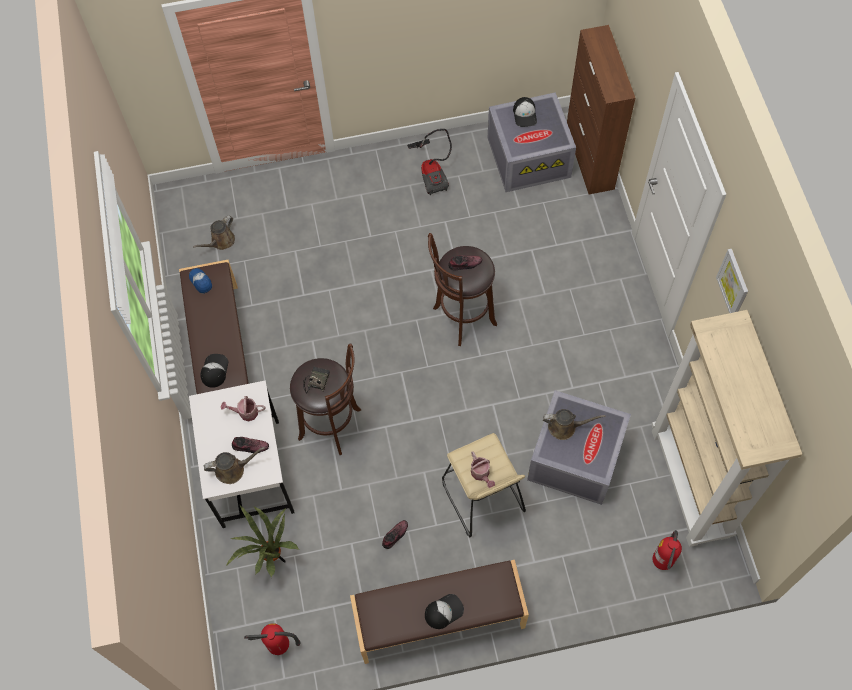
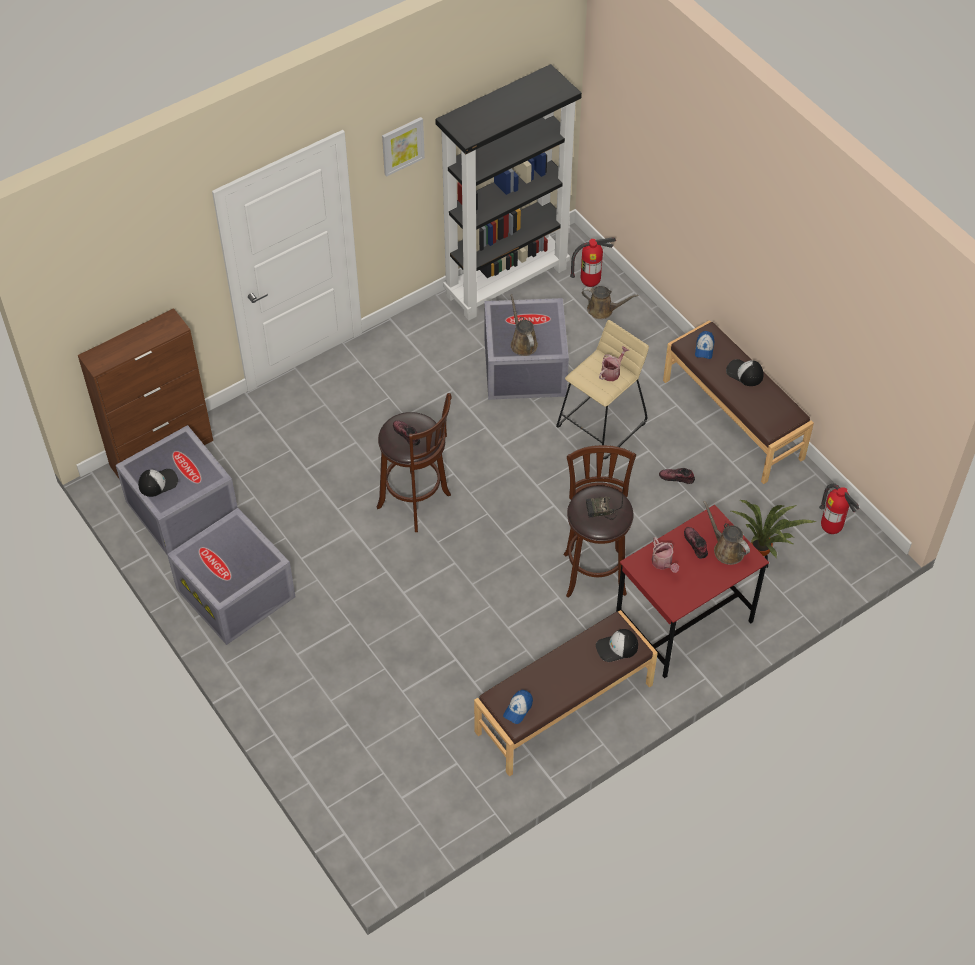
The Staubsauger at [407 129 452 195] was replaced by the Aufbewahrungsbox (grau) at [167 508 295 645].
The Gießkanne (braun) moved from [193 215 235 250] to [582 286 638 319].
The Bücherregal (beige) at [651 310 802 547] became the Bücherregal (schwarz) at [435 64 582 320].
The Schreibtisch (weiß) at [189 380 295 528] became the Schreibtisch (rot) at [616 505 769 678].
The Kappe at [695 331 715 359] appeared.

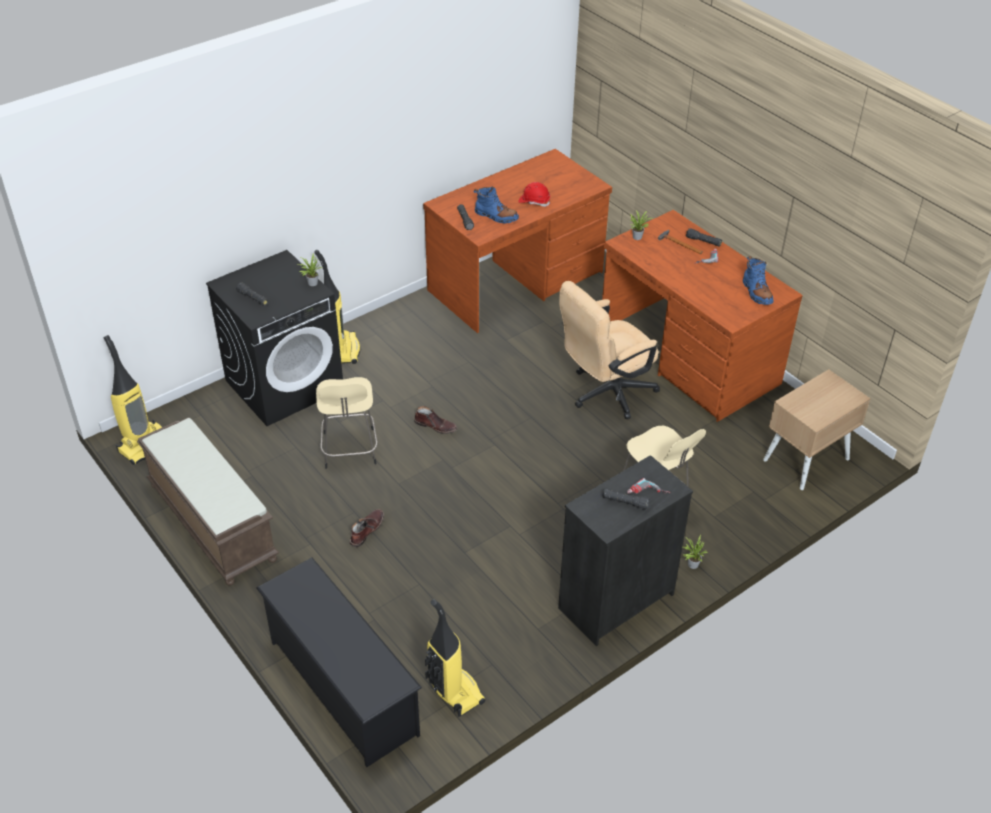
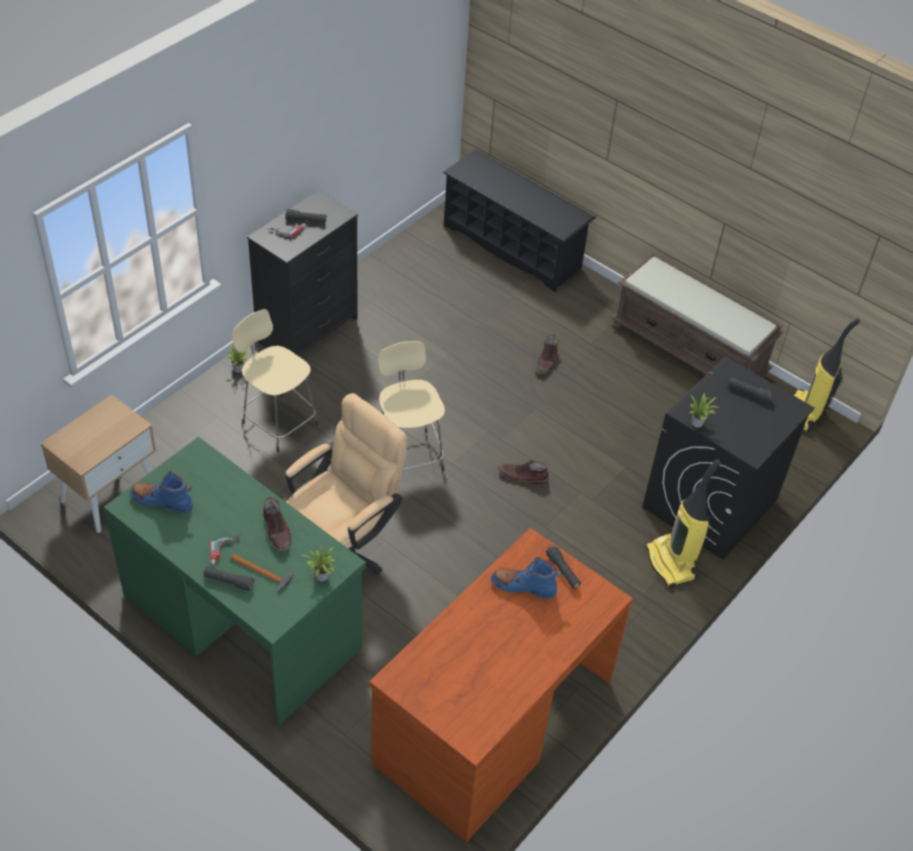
The Schutzhelm (rot) at [518 182 550 207] disappeared.
The Schreibtisch (braun) at [602 210 803 422] became the Schreibtisch (grün) at [103 437 366 726].
The Stiefel (blau) at [743 256 774 305] turned 45 degrees counterclockwise.
The Hocker (beige) moved from [316 377 378 469] to [378 341 445 471].
The Staubsauger at [425 599 485 717] disappeared.
The Stiefel (braun) at [263 497 291 552] appeared.

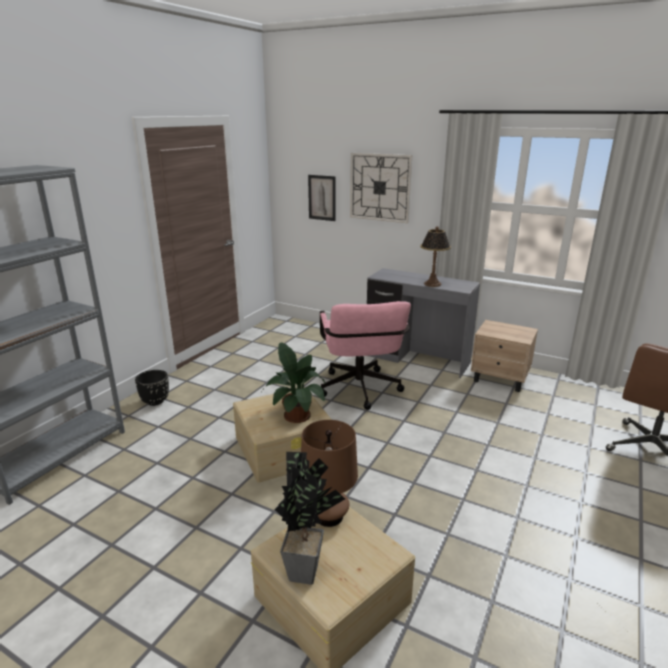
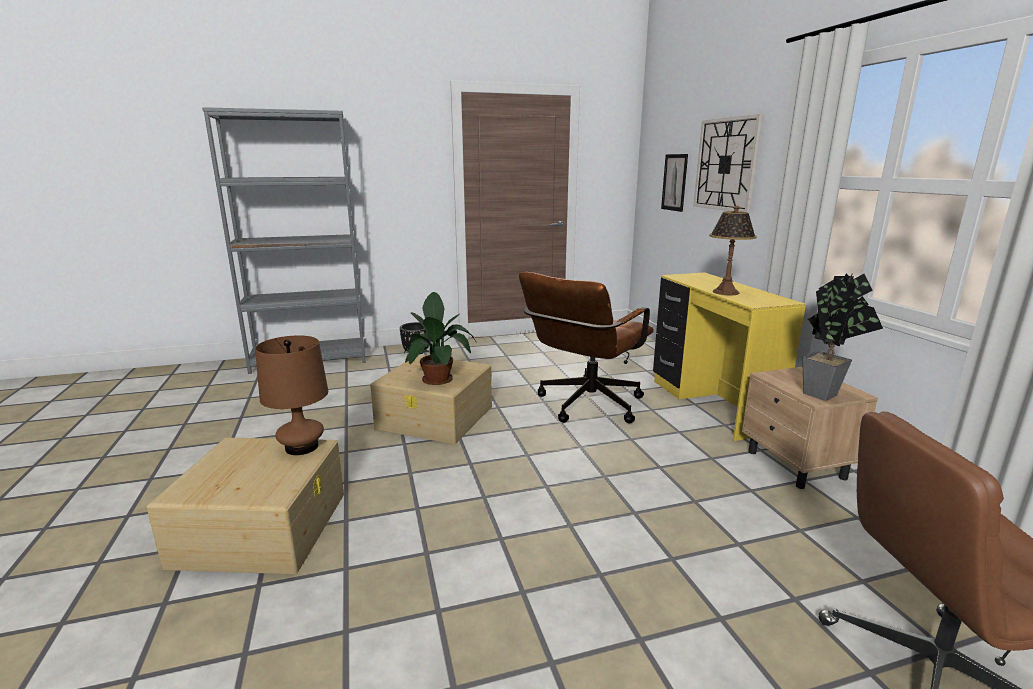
The Schreibtisch (grau) at [367 268 480 378] became the Schreibtisch (gelb) at [653 272 806 441].
The Bürostuhl (rosa) at [320 301 411 410] became the Bürostuhl (braun) at [519 272 654 423].
The Topfpflanze moved from [275 452 345 585] to [802 273 883 401].

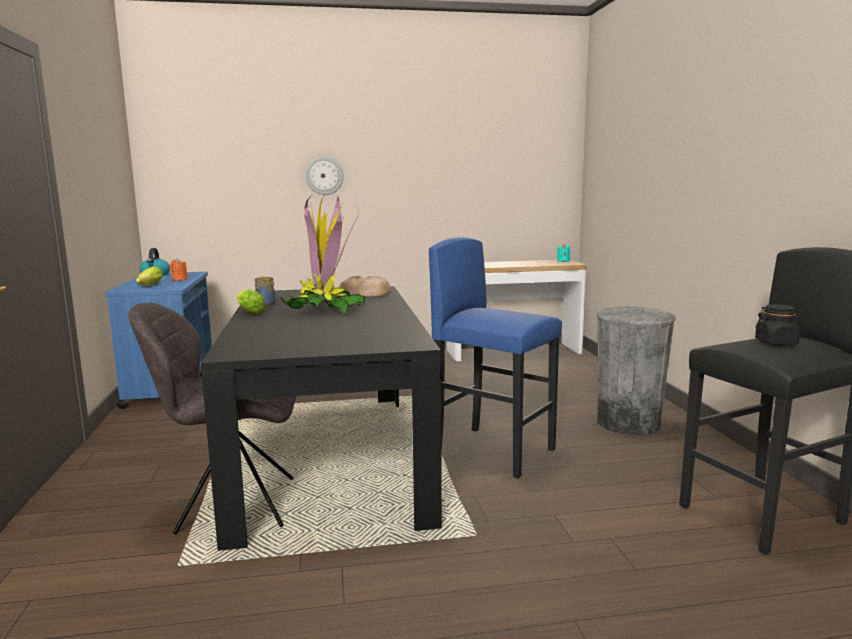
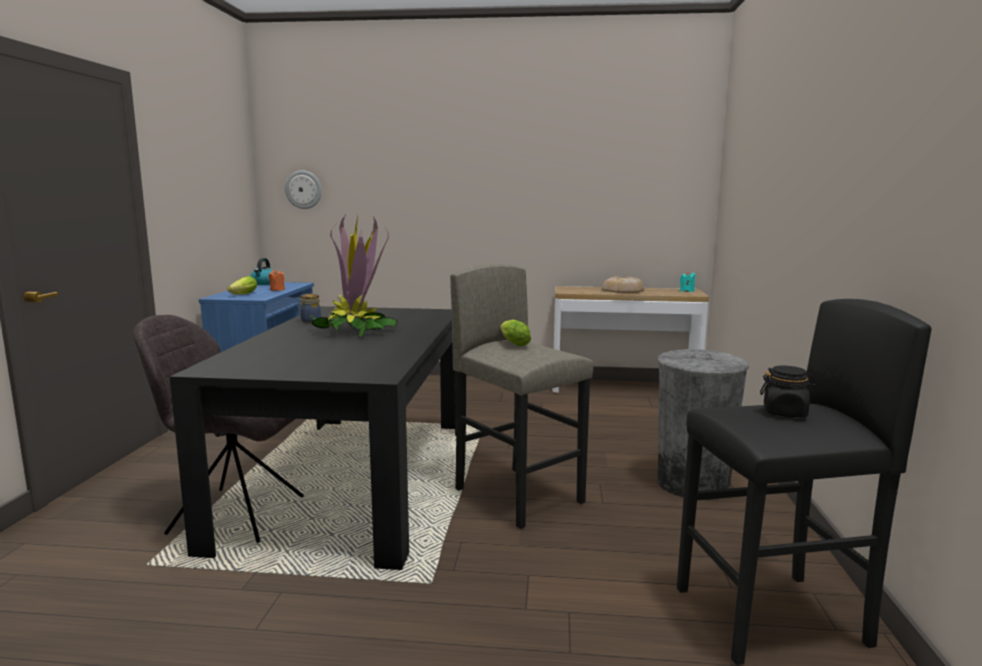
The Wanduhr moved from [305 157 344 195] to [285 170 322 209].
The Hocker (blau) at [429 237 562 478] became the Hocker (grau) at [450 263 593 529].
The Brot moved from [339 276 391 297] to [601 276 644 293].
The Salatkopf moved from [237 289 266 314] to [500 319 531 346].

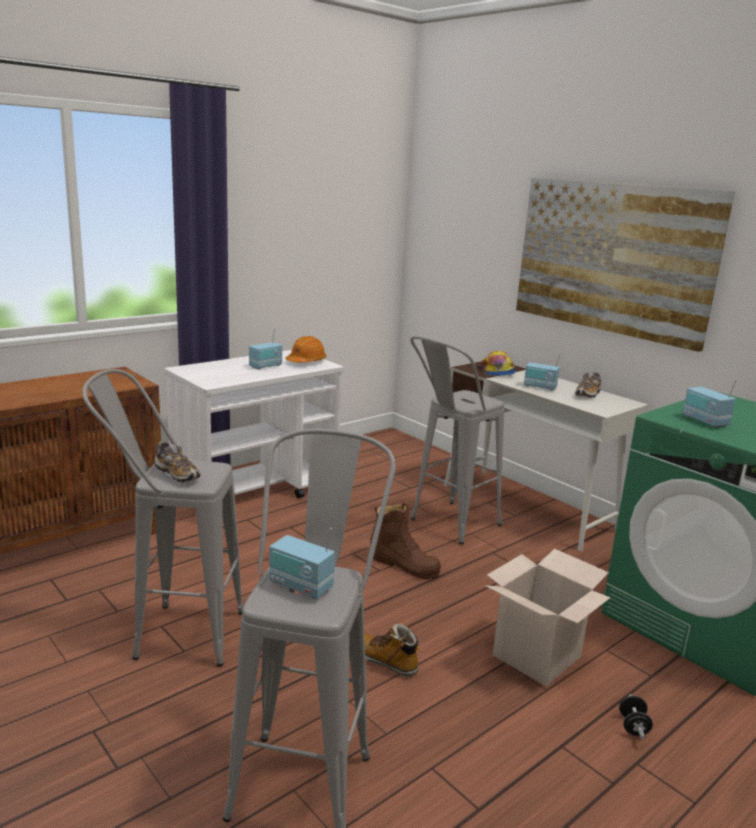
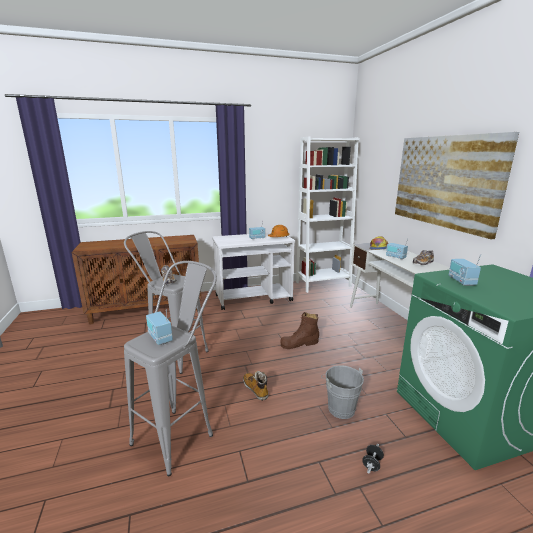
The Hocker (grau) at [410 336 504 544] disappeared.
The Stiefel (braun) at [370 503 441 579] turned 105 degrees clockwise.
The Karton at [485 549 610 686] was replaced by the Eimer (grau) at [321 365 364 419].
The Bücherregal (weiß) at [296 137 360 293] appeared.

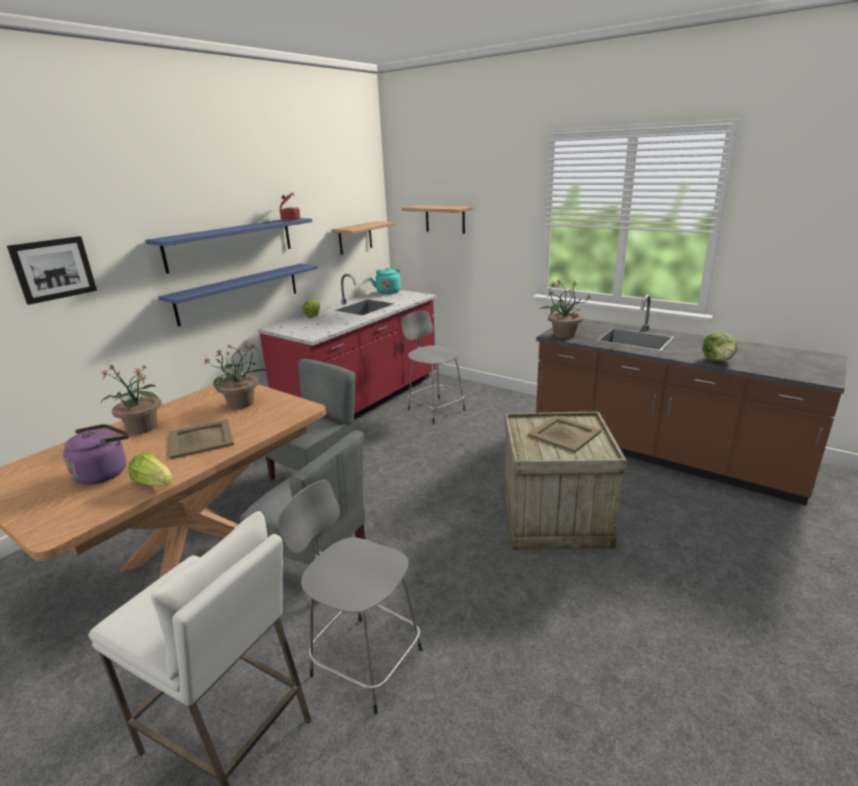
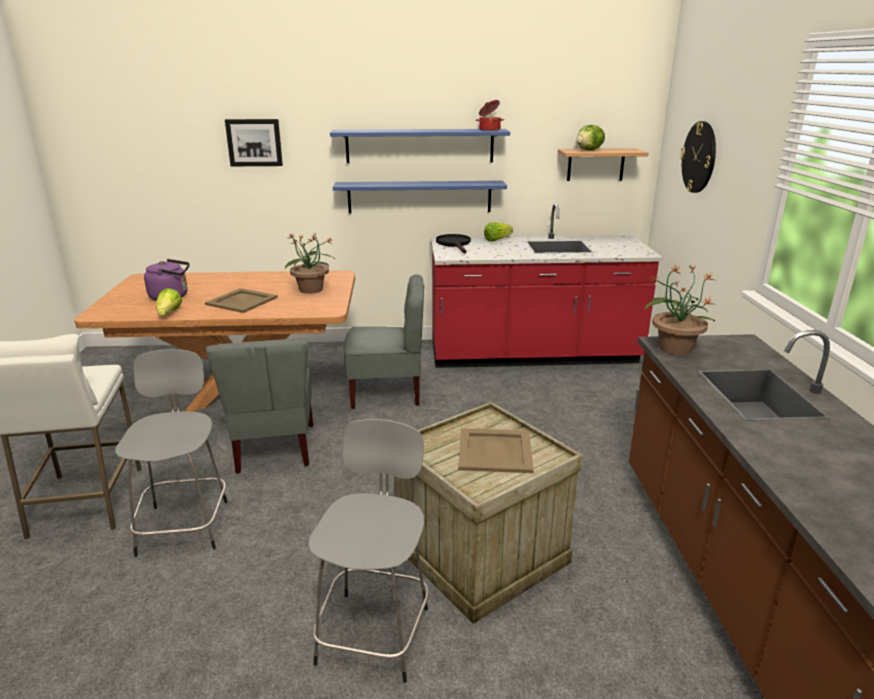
The Wandregal at [402 205 473 234] was replaced by the Wanduhr at [680 121 716 193].
The Wasserkessel (türkis) at [370 268 401 294] disappeared.
The Hocker (grau) moved from [401 311 465 424] to [308 419 429 683].
The Salatkopf moved from [703 333 737 362] to [577 125 605 150].
The Topfpflanze at [100 365 162 434] disappeared.
The Pfanne (schwarz) at [436 234 471 253] appeared.

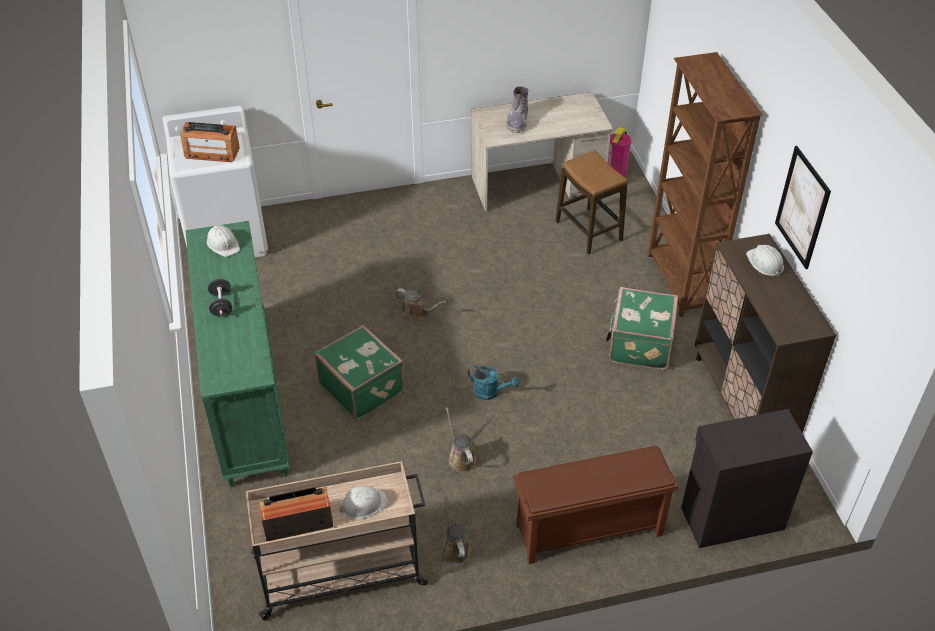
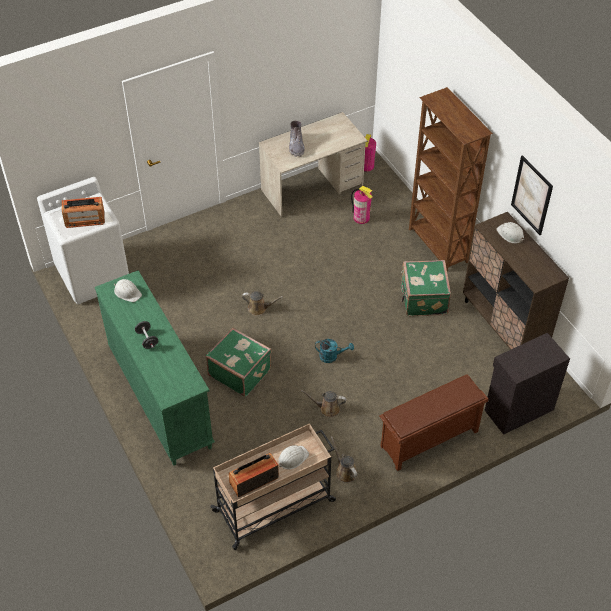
The Hocker at [555 151 628 255] was replaced by the Feuerlöscher at [351 186 373 224].
The Gießkanne (braun) at [446 407 477 473] turned 45 degrees counterclockwise.

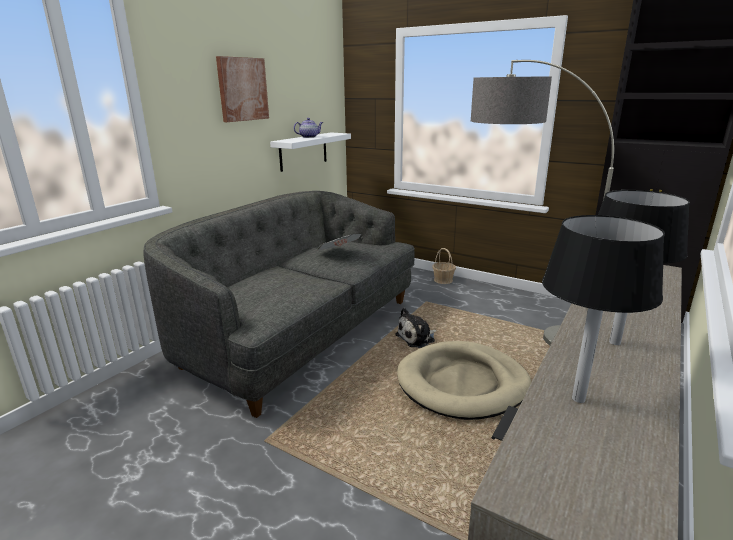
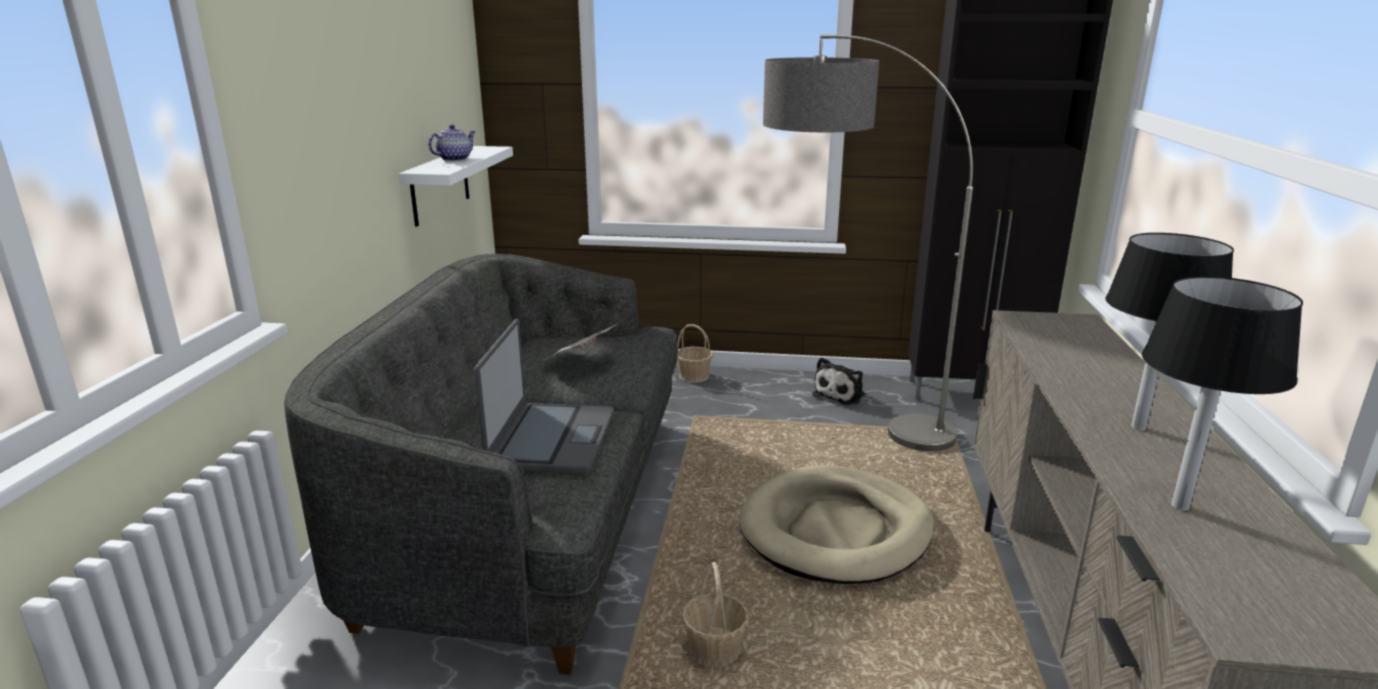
The Bild at [216 56 269 122] disappeared.
The Plüschtier moved from [395 308 437 348] to [812 357 865 405].
The Laptop at [474 319 614 474] appeared.
The Korb at [682 562 749 667] appeared.

